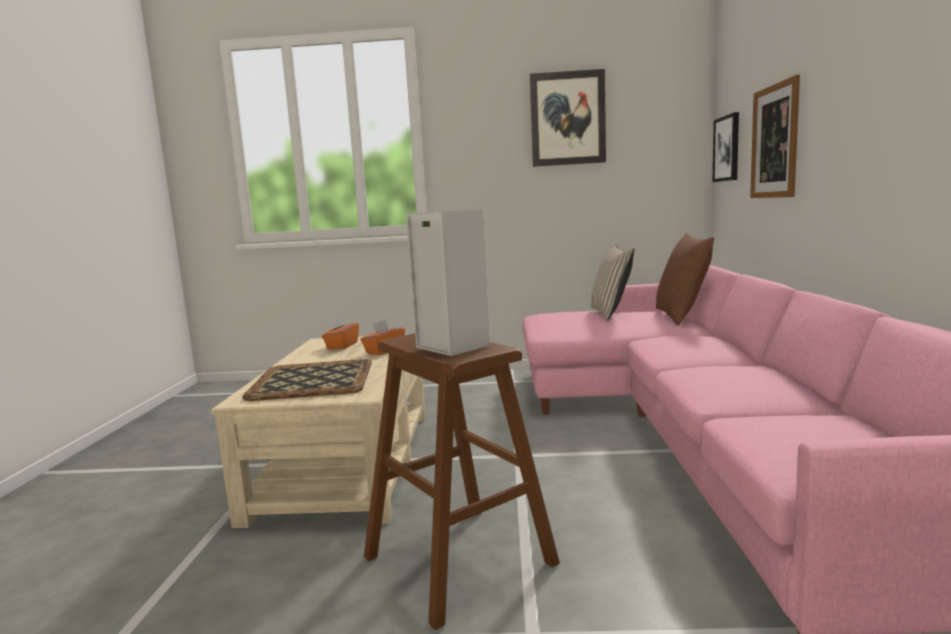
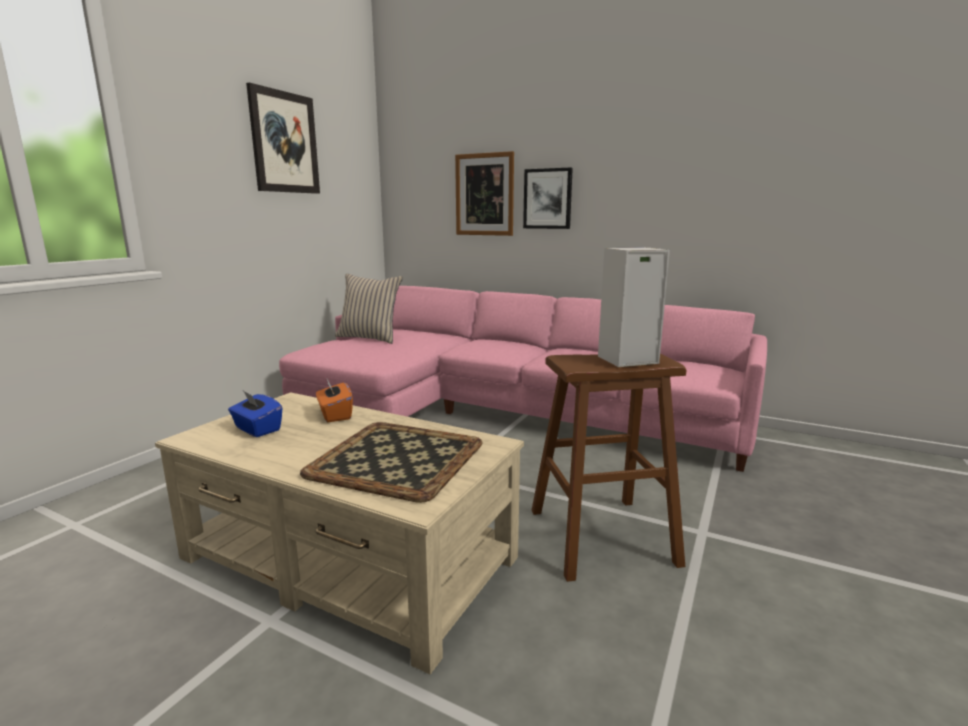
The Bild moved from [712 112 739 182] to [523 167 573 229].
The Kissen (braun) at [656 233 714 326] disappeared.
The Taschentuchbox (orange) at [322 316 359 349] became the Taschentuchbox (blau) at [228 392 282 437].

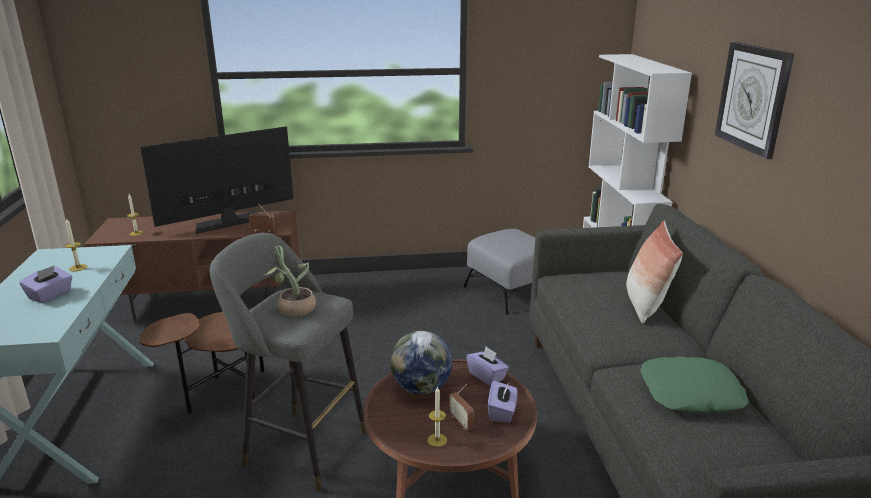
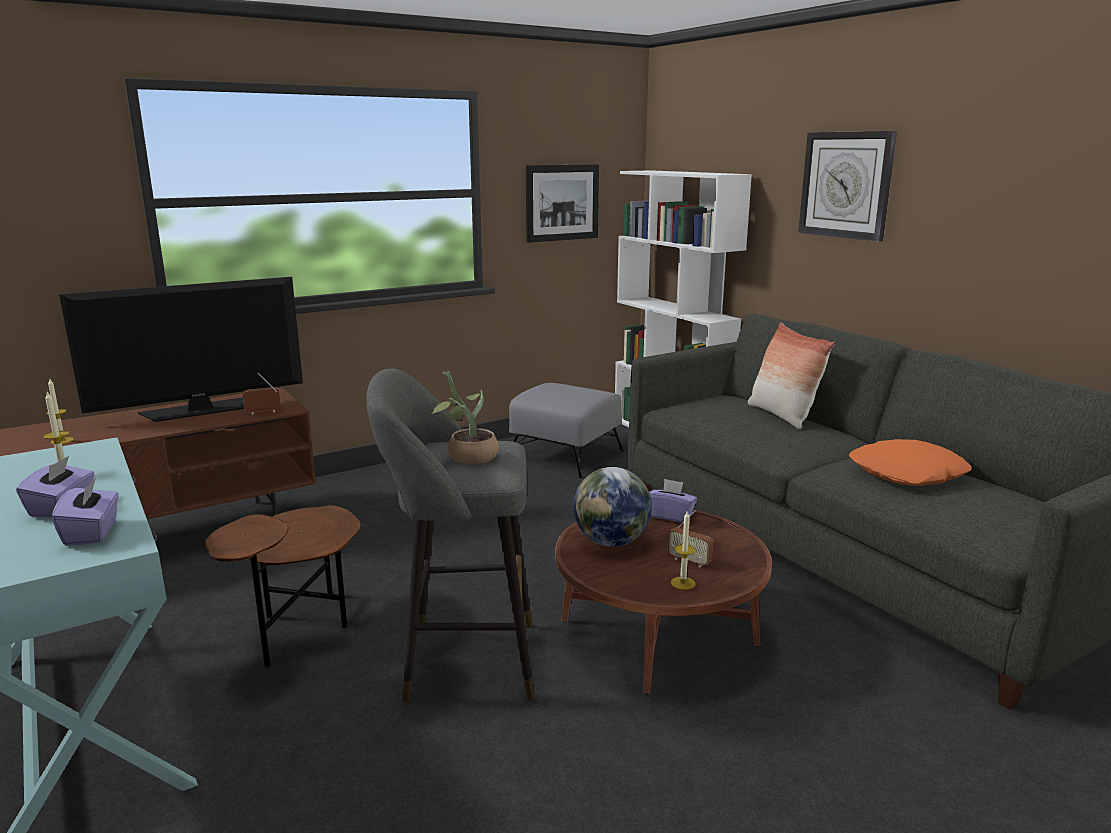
The Fernseher at [140 126 293 234] turned 150 degrees counterclockwise.
The Kissen (grün) at [640 356 749 413] became the Kissen (orange) at [849 439 972 486].
The Taschentuchbox (lila) moved from [488 381 518 423] to [52 478 119 546].
The Bild at [526 164 599 243] appeared.

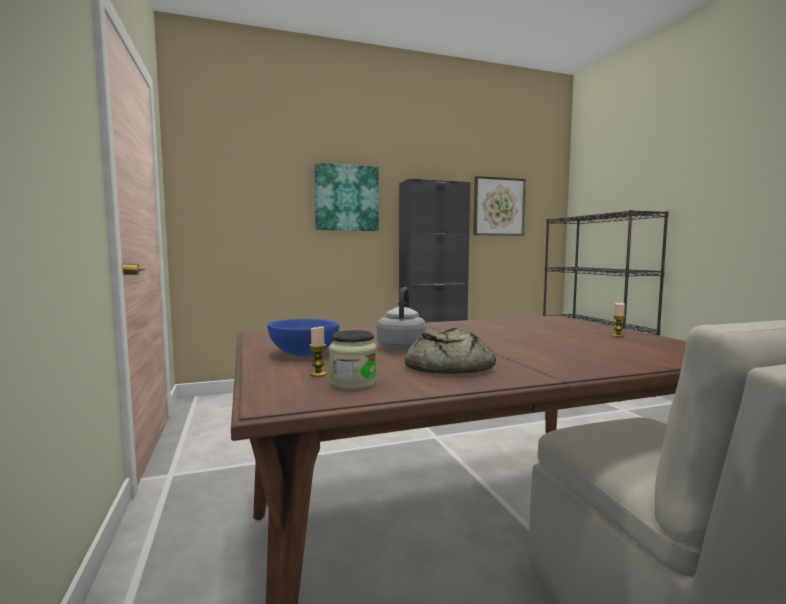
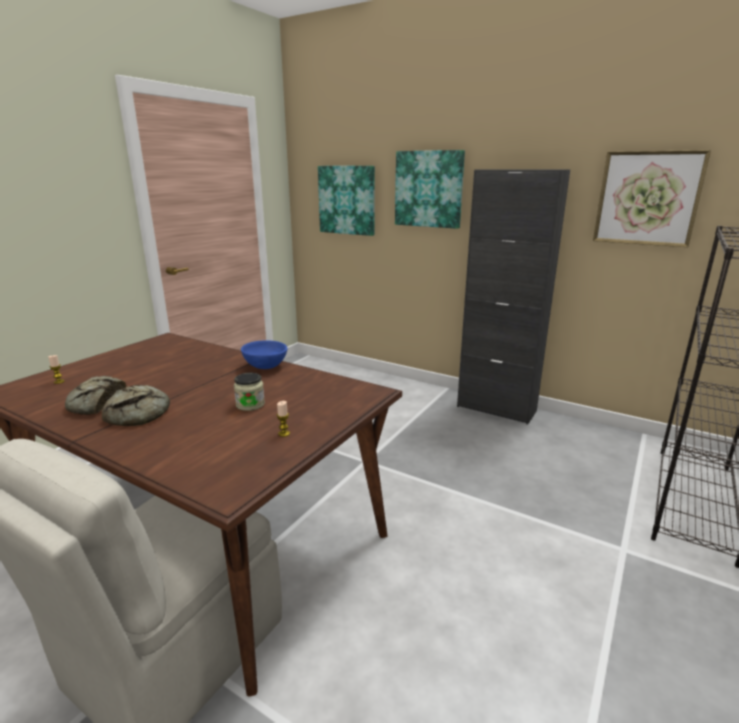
The Wasserkessel (grau) at [377 287 426 351] disappeared.
The Schüssel (blau) moved from [267 319 339 356] to [241 340 287 369].
The Vorratsglas moved from [329 330 377 390] to [234 373 265 411].
The Bild at [318 166 375 236] appeared.
The Brot at [102 385 170 426] appeared.

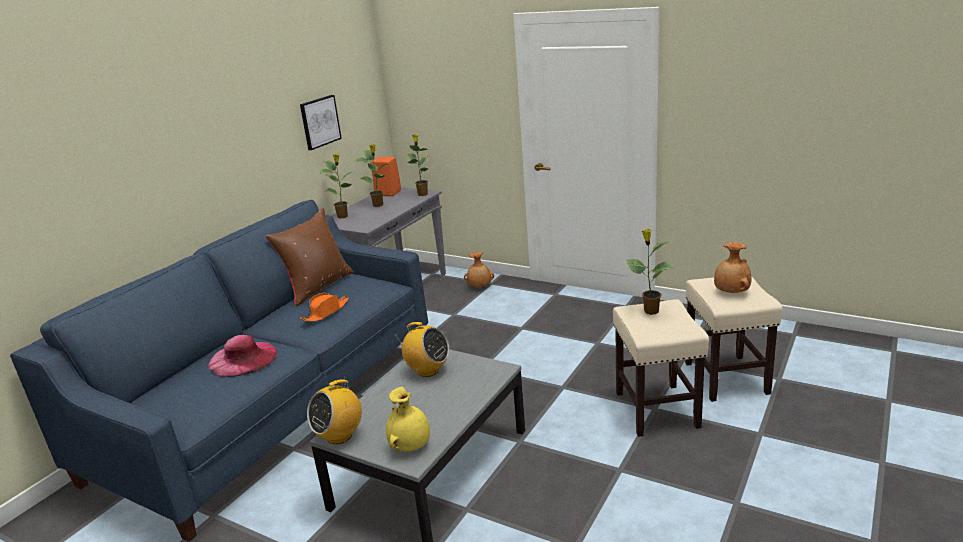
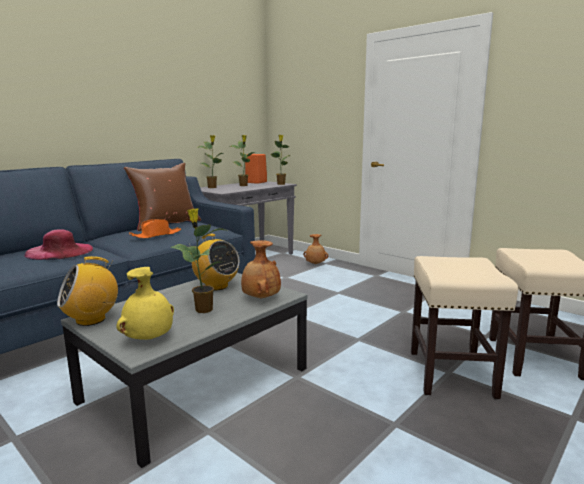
The Bild at [300 95 342 150] disappeared.
The Topfpflanze moved from [626 229 674 315] to [170 208 228 313].
The Vase (braun) moved from [714 242 752 293] to [241 240 281 298].

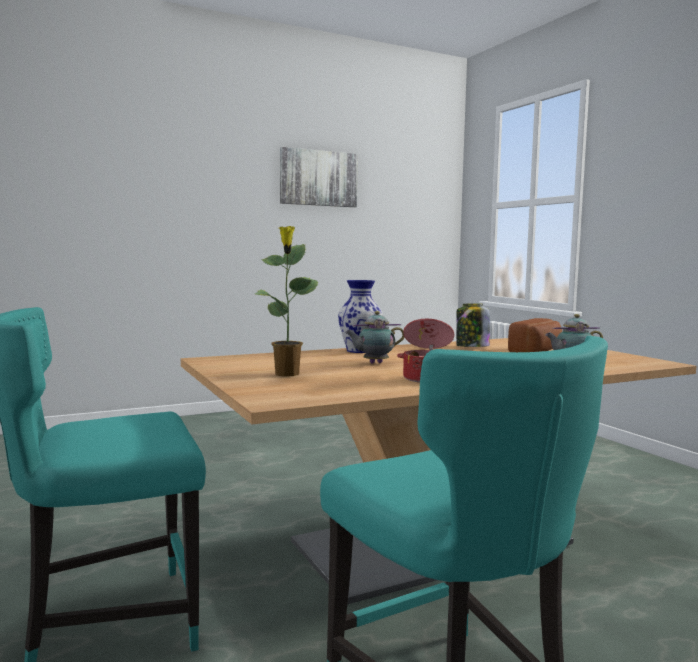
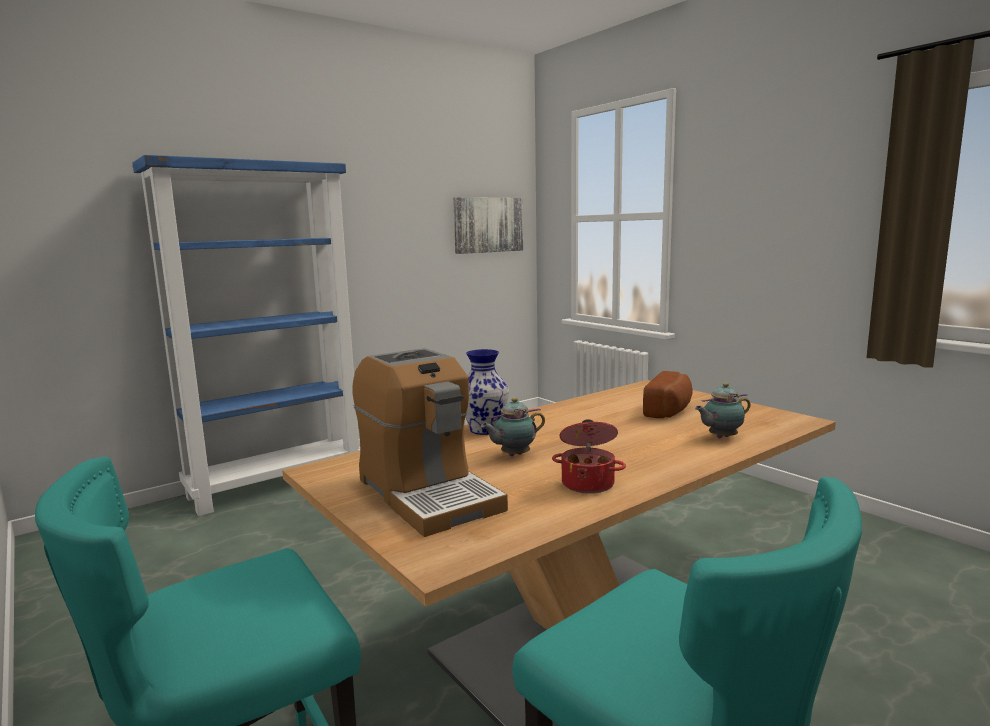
The Bild moved from [280 147 358 207] to [453 197 524 254].
The Topfpflanze at [255 226 318 377] was replaced by the Kaffeemaschine at [352 348 508 537].
The Vorratsglas at [456 303 490 347] disappeared.
The Bücherregal (blau) at [132 155 360 516] appeared.

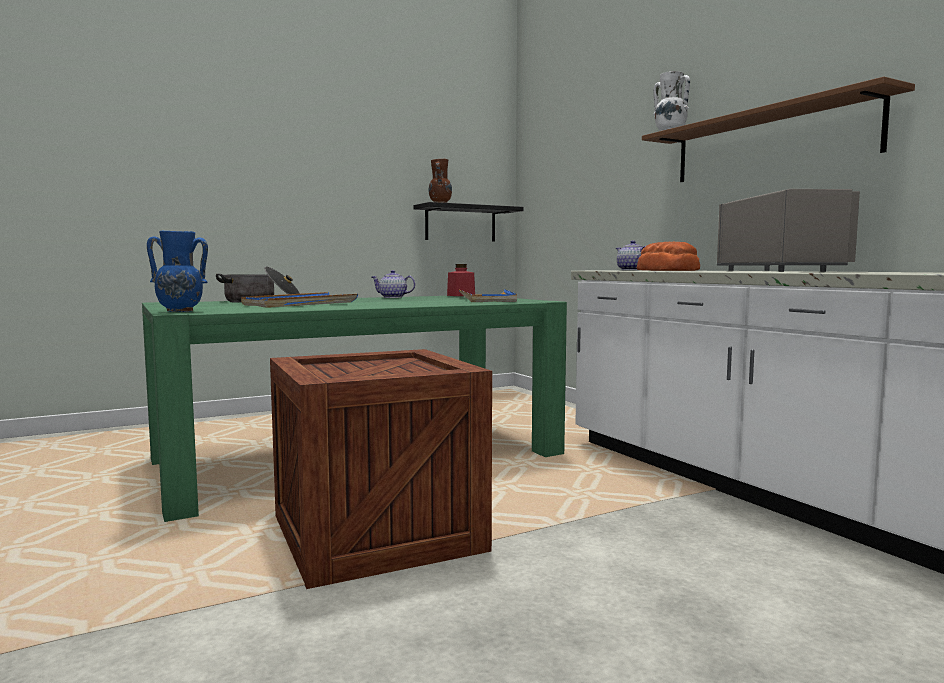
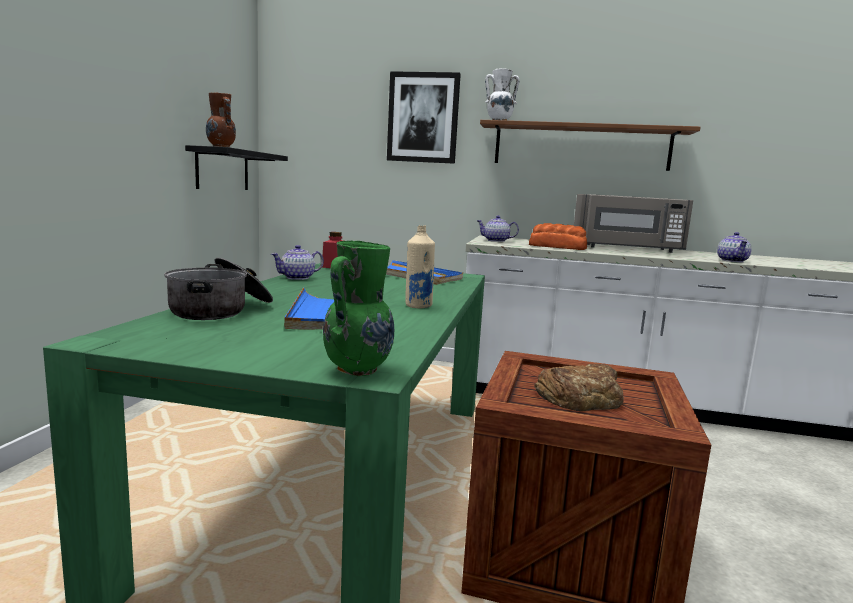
The Mikrowelle (grau) at [717 189 860 272] turned 150 degrees clockwise.
The Vase (blau) at [147 231 208 312] became the Vase (grün) at [323 241 394 376].
The Bild at [387 71 461 164] appeared.
The Flasche (beige) at [405 225 435 308] appeared.
The Teekanne at [717 232 752 262] appeared.
The Brot at [534 364 624 411] appeared.

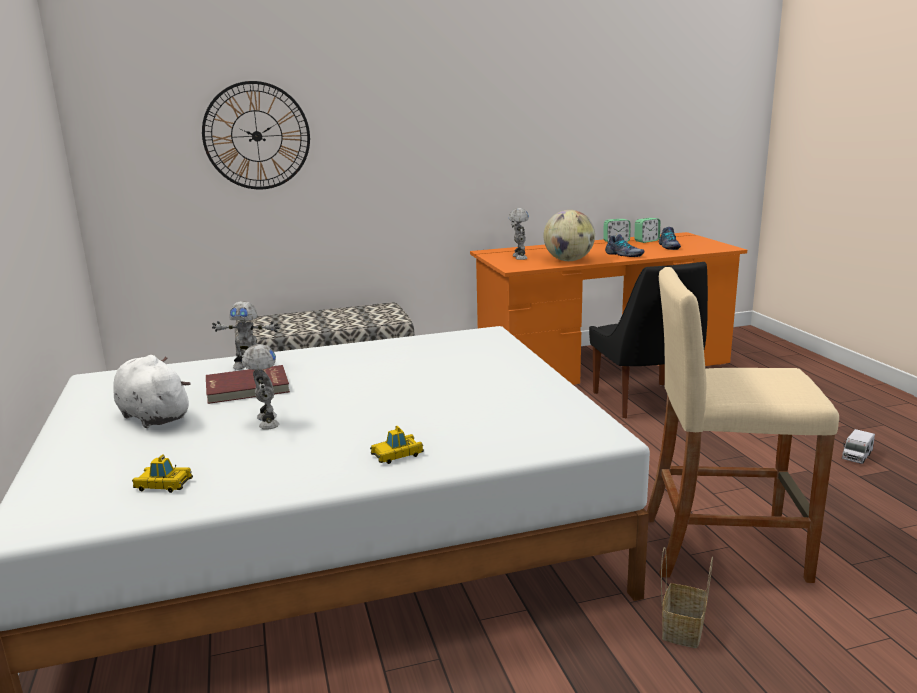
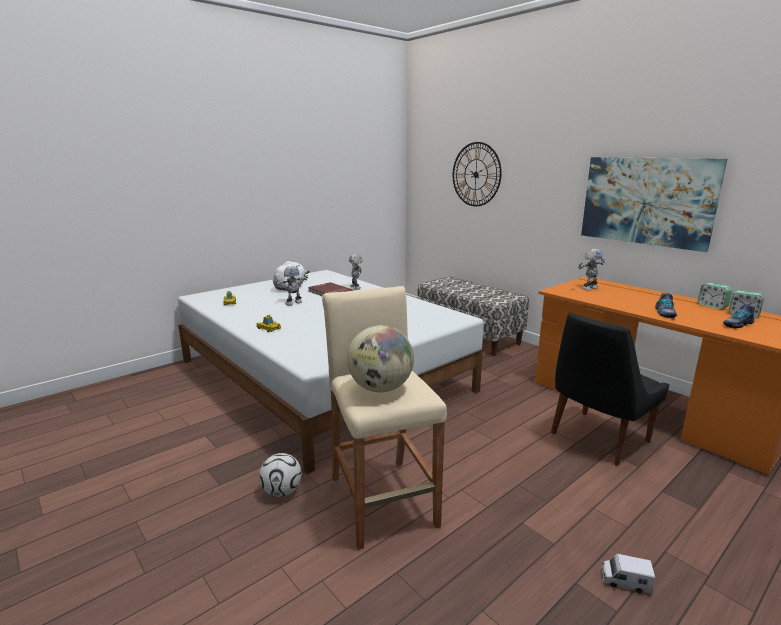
The Globus moved from [544 210 595 261] to [347 325 414 392].
The Korb at [661 547 713 648] was replaced by the Fußball at [259 453 302 497].
The Bild at [581 157 727 252] appeared.

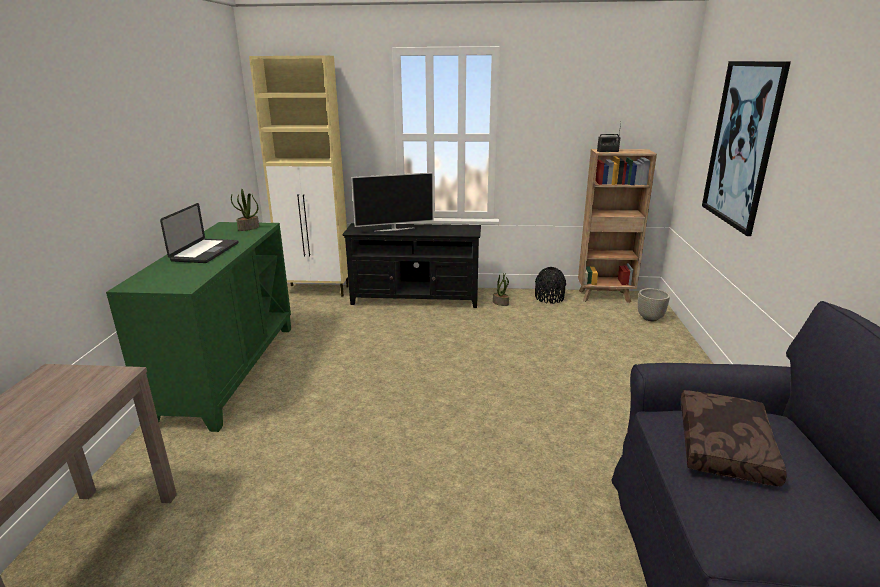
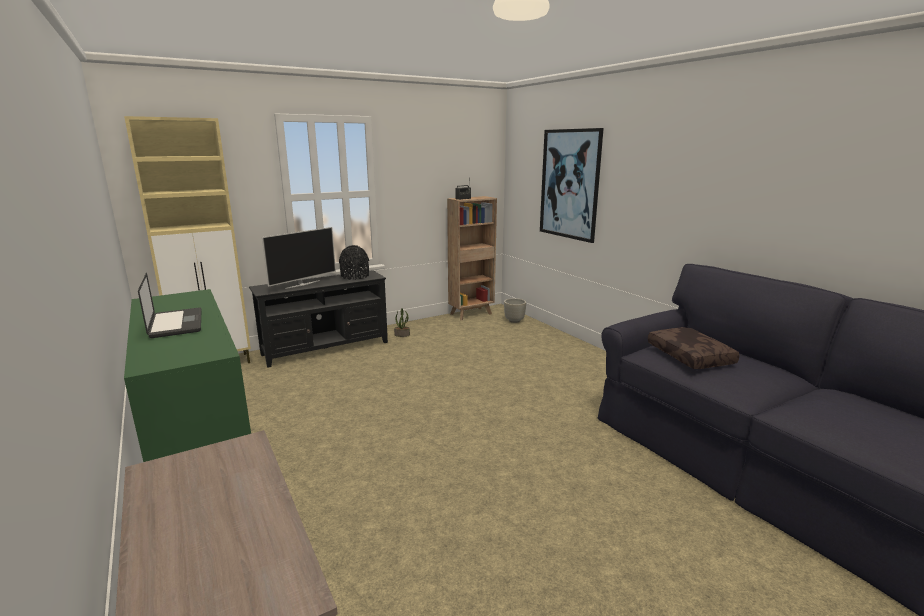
The Topfpflanze at [231 189 259 231] disappeared.
The Vase (schwarz) moved from [535 267 566 304] to [339 245 369 280].

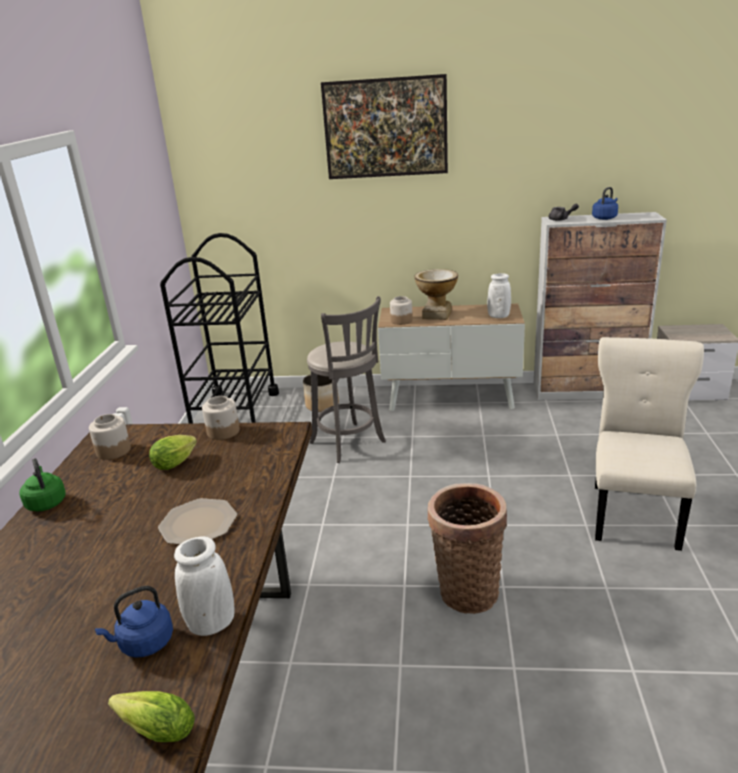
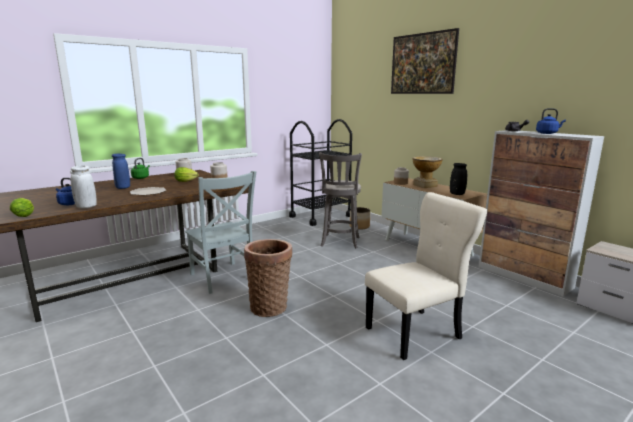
The Vase (weiß) at [487 273 511 318] became the Vase (schwarz) at [450 163 467 195].
The Vase (blau) at [112 154 130 189] appeared.
The Stuhl (grau) at [185 171 257 294] appeared.

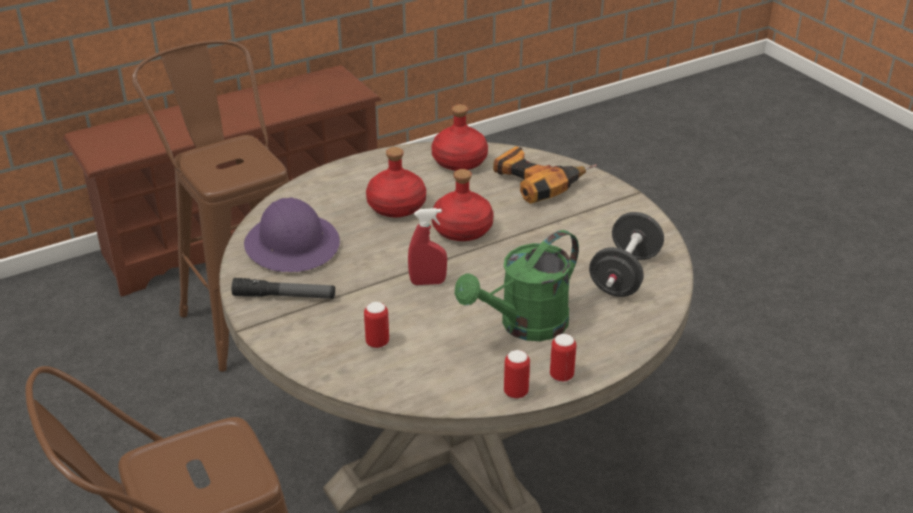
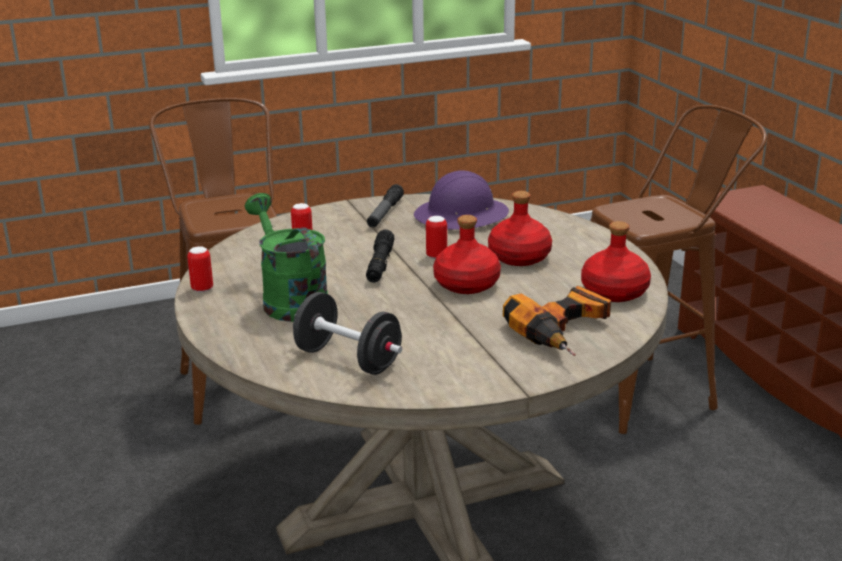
The Sprühflasche (rot) at [408 208 447 285] was replaced by the Taschenlampe (schwarz) at [366 229 394 283].
The Dose moved from [550 334 576 382] to [426 216 447 259].

